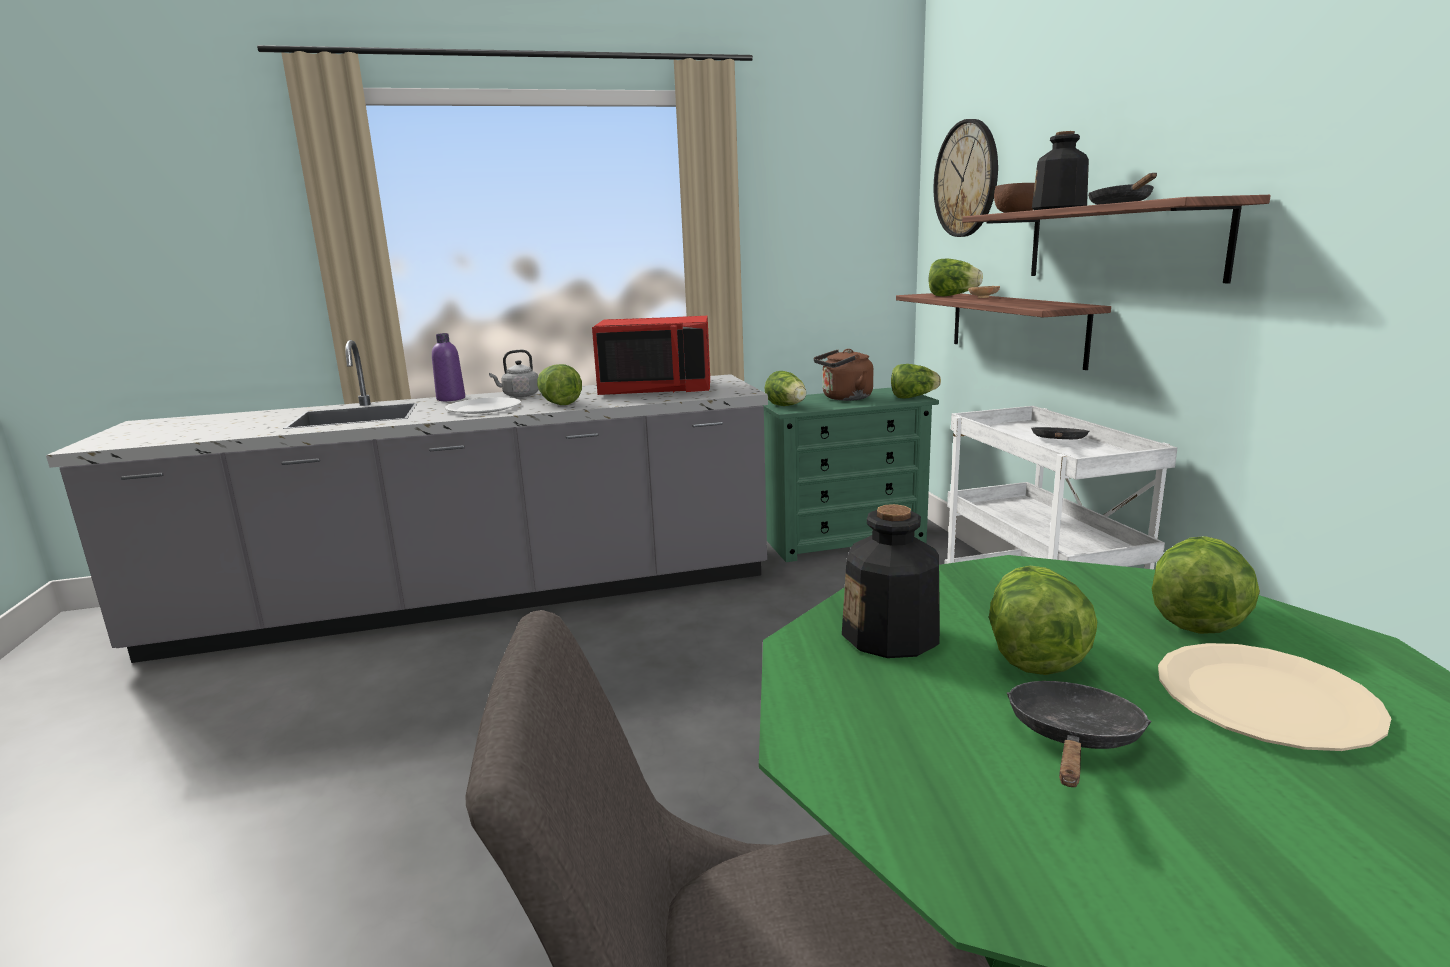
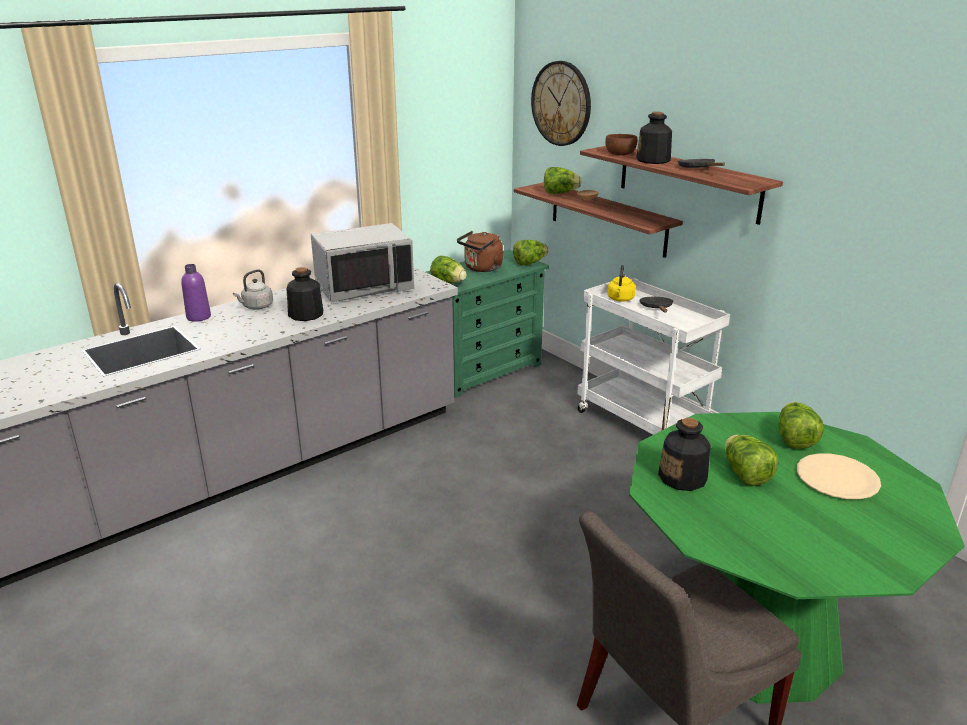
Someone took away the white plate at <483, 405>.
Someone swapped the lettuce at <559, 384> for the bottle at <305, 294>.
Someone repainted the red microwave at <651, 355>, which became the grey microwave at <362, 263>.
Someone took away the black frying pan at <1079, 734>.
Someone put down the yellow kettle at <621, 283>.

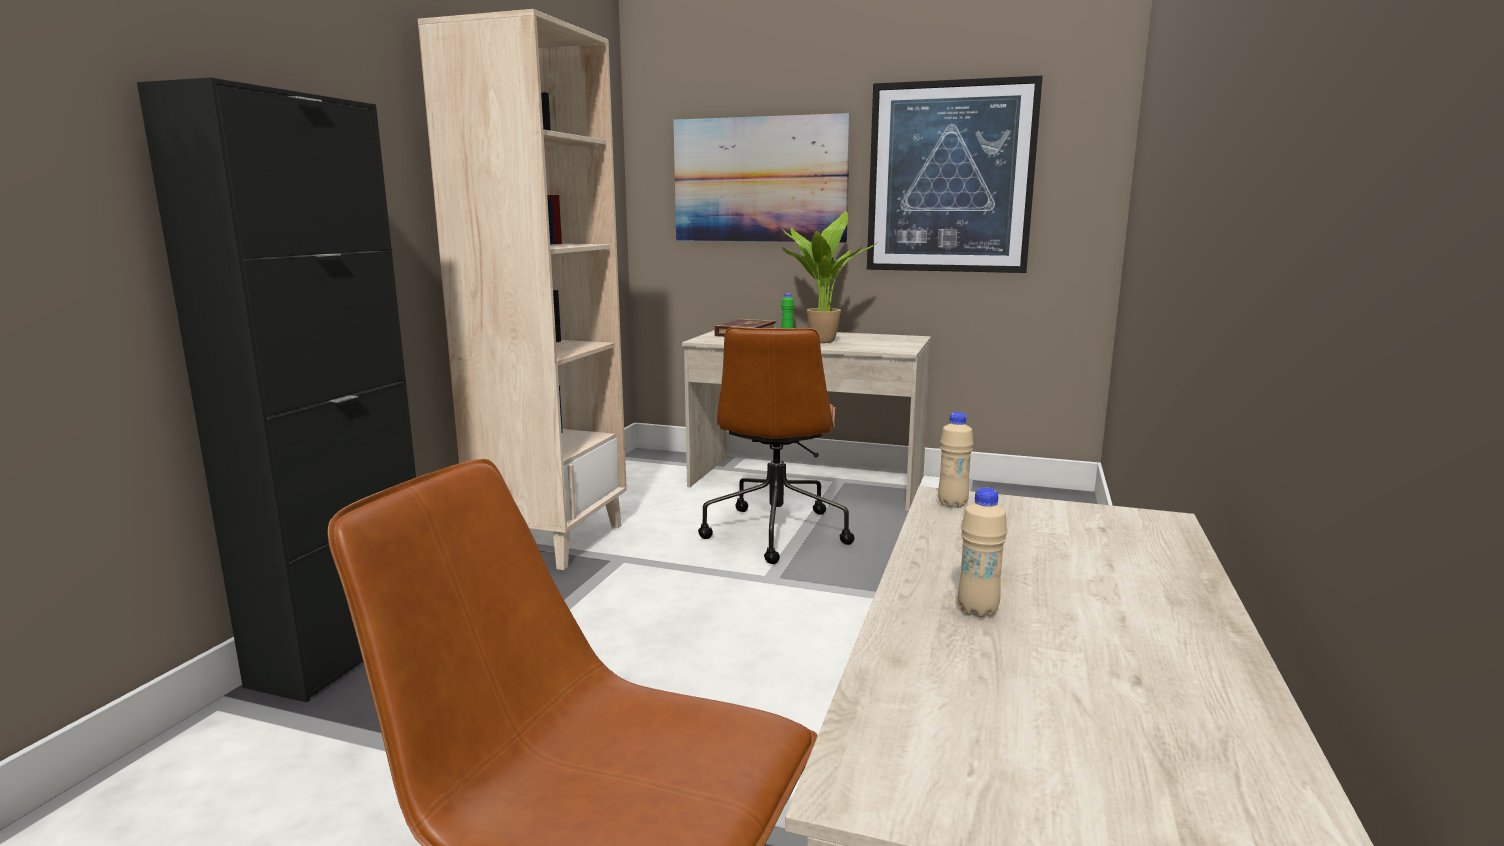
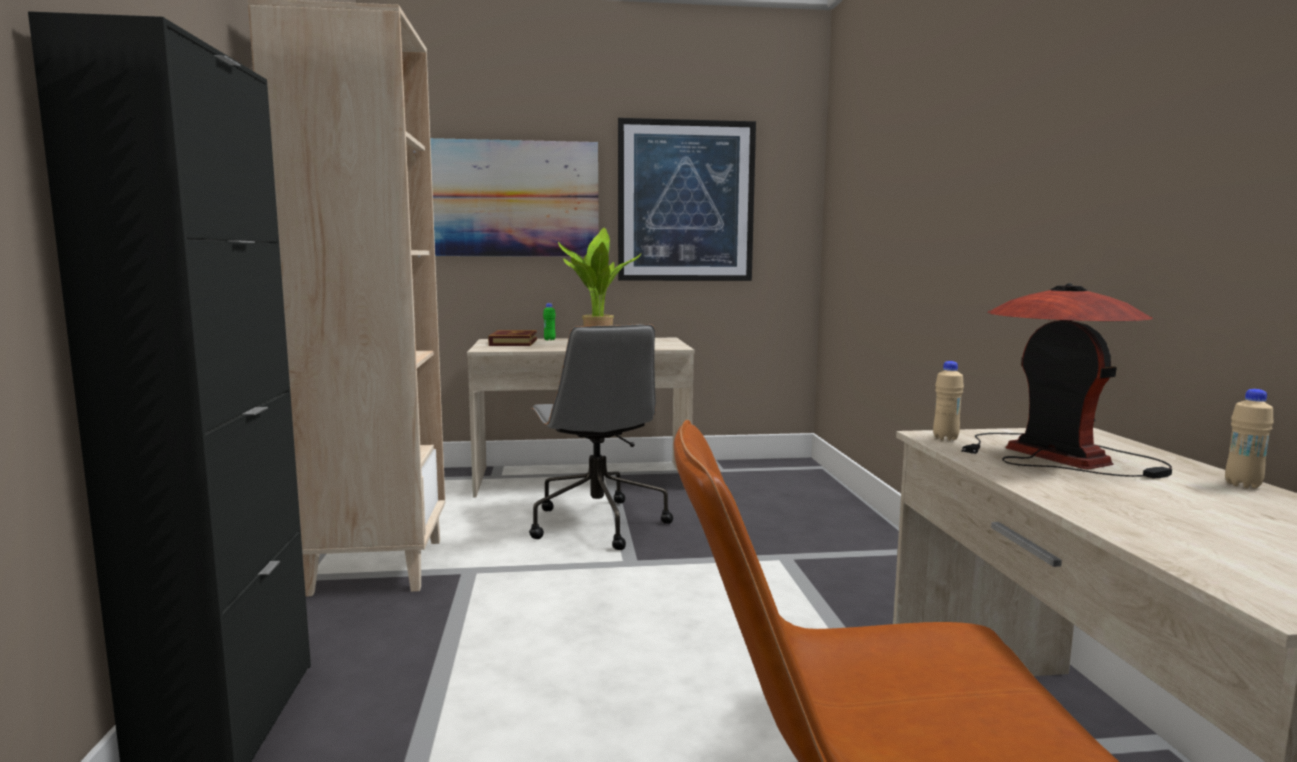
Someone repainted the brown office chair at <776, 445>, which became the grey office chair at <601, 437>.
Someone carried the beige bottle from <982, 552> to <1249, 438>.
Someone put down the table lamp at <1066, 380>.

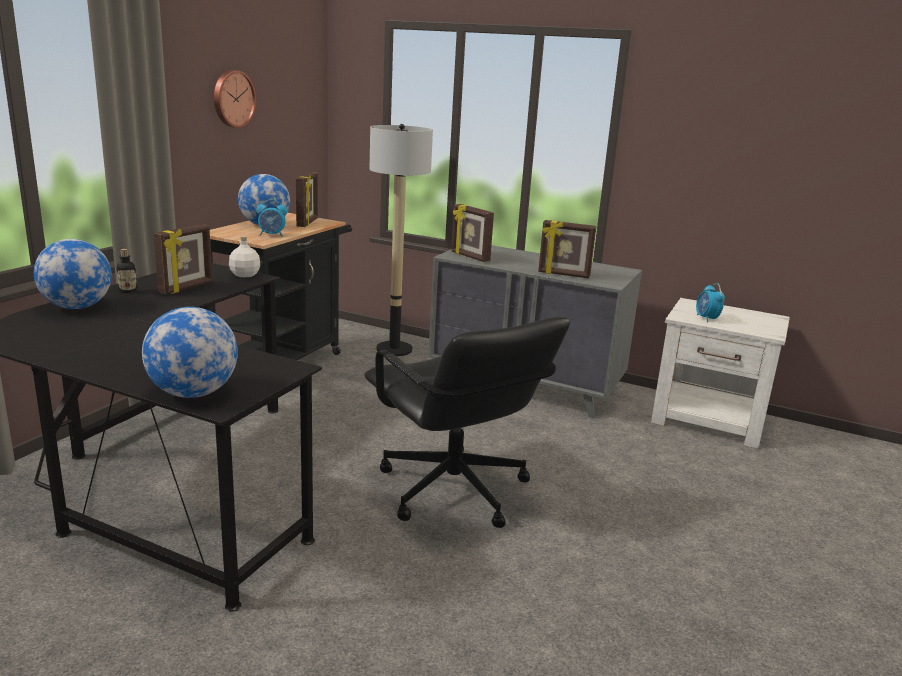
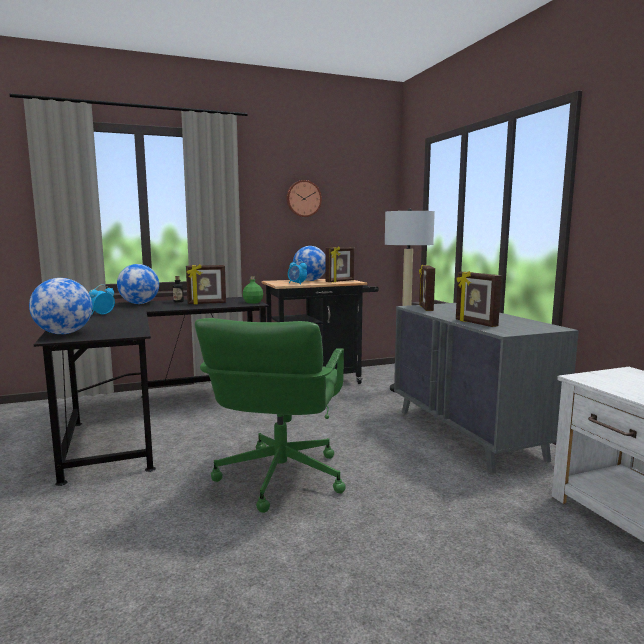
Someone repainted the white bottle at <244, 256>, which became the green bottle at <253, 290>.
Someone repainted the black office chair at <467, 422>, which became the green office chair at <270, 415>.
Someone carried the alarm clock from <710, 302> to <102, 299>.

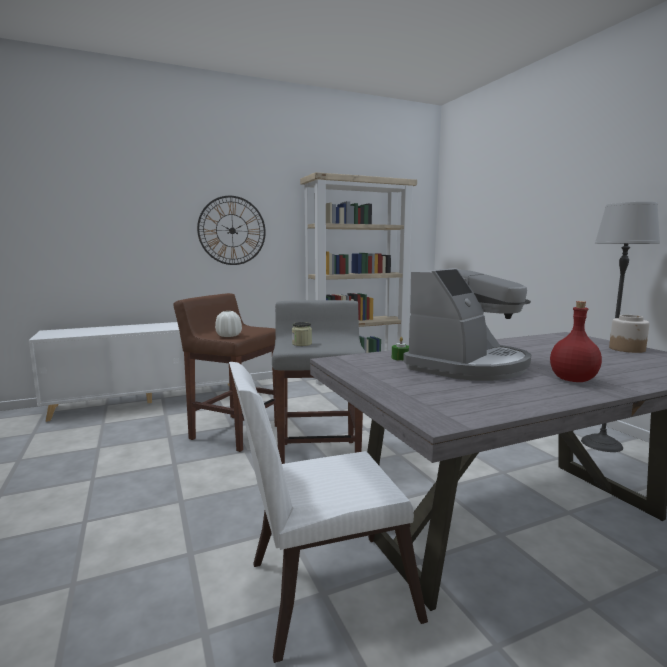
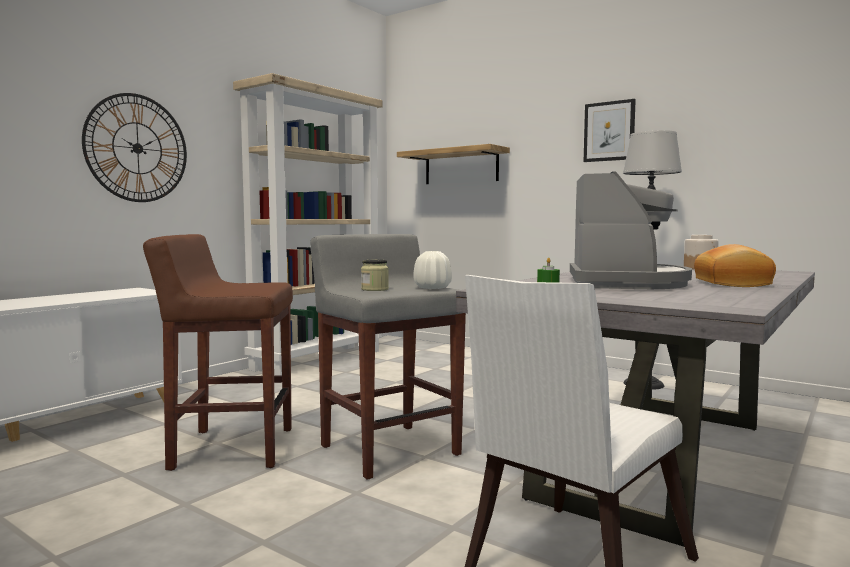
Someone carried the white vase from <228, 324> to <432, 270>.
Someone swapped the red bottle at <576, 341> for the bread at <735, 265>.
Someone put up the shelf at <453, 164>.
Someone put up the picture at <610, 130>.

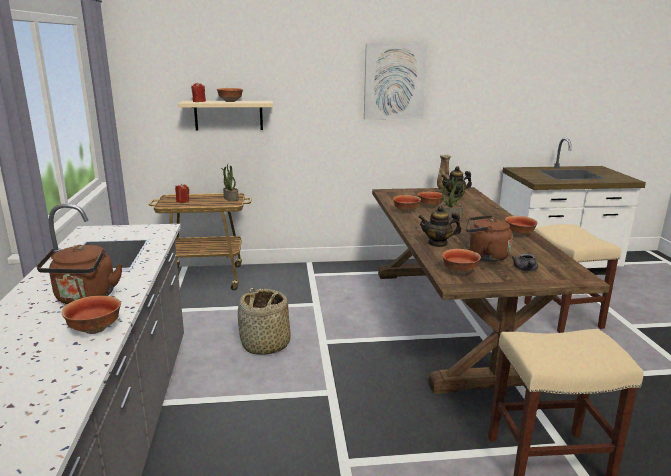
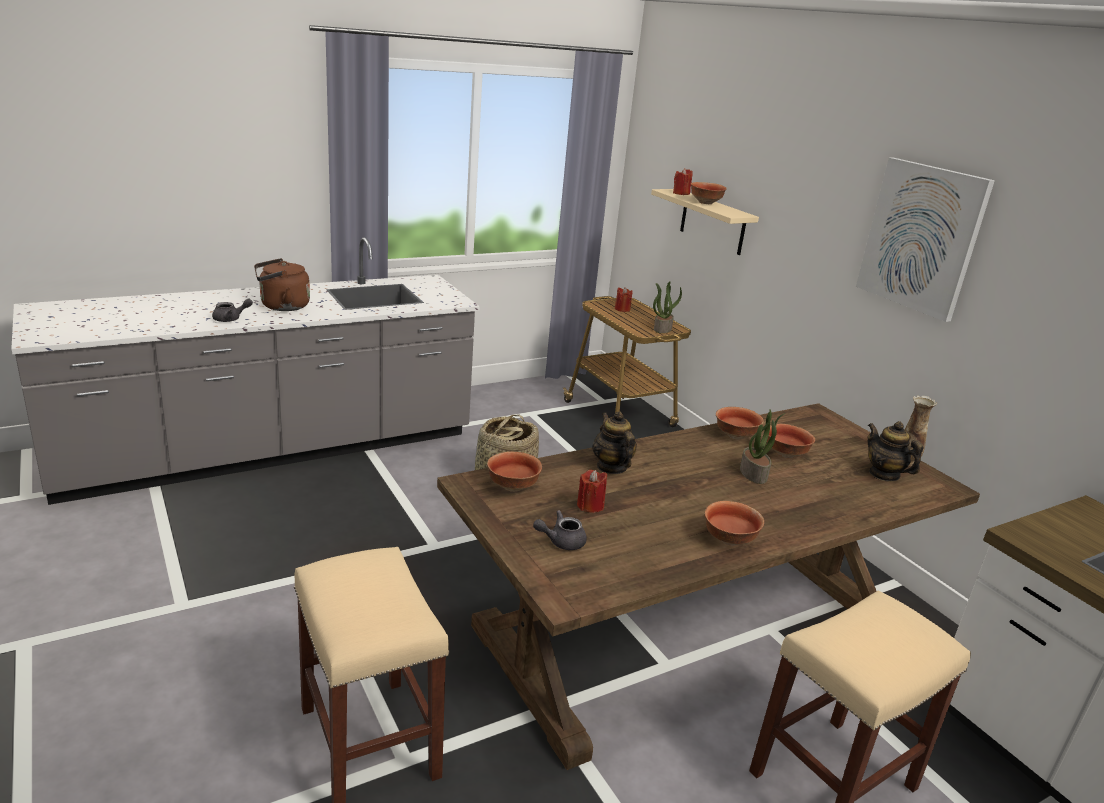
Someone swapped the bowl at <91, 315> for the grey teapot at <232, 310>.
Someone swapped the brown kettle at <489, 238> for the red candle at <592, 491>.

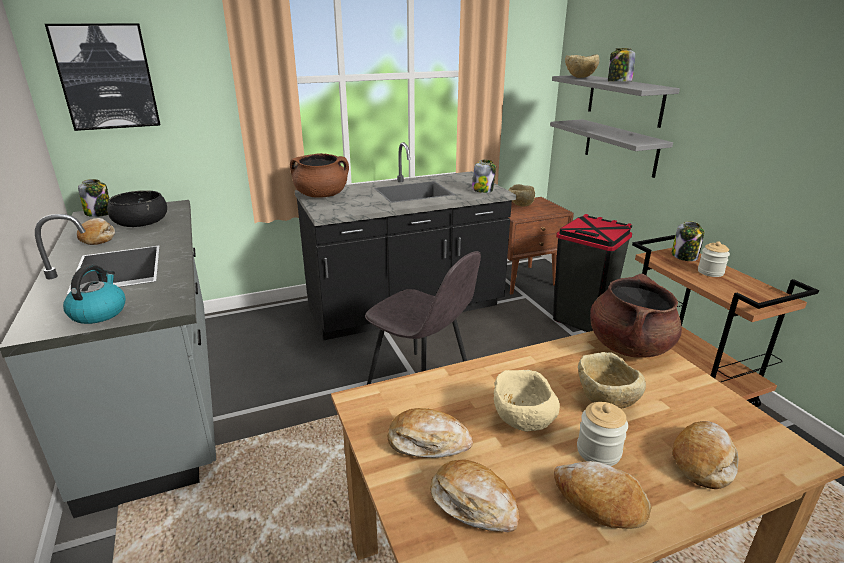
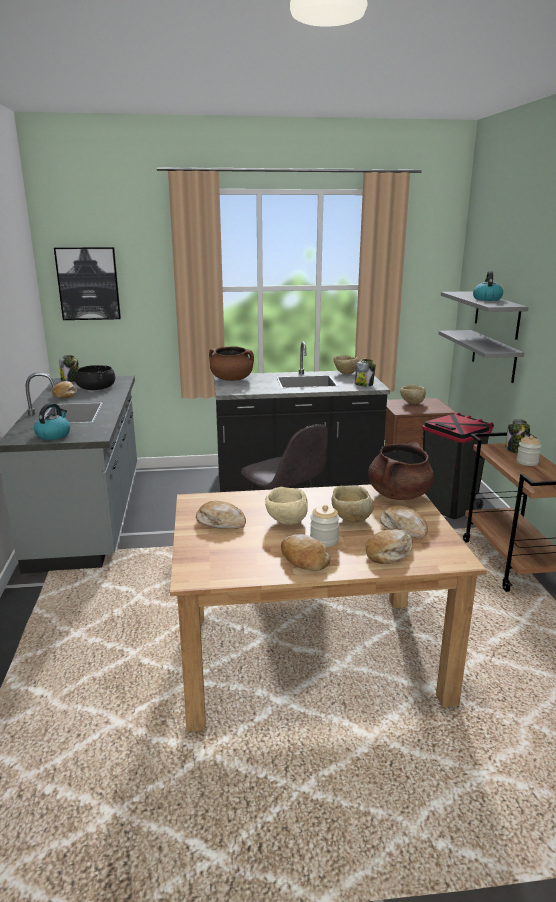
Someone carried the bread from <475, 496> to <404, 522>.
Someone carried the beige bowl from <582, 66> to <346, 364>.
Someone swapped the jar at <621, 65> for the kettle at <488, 286>.

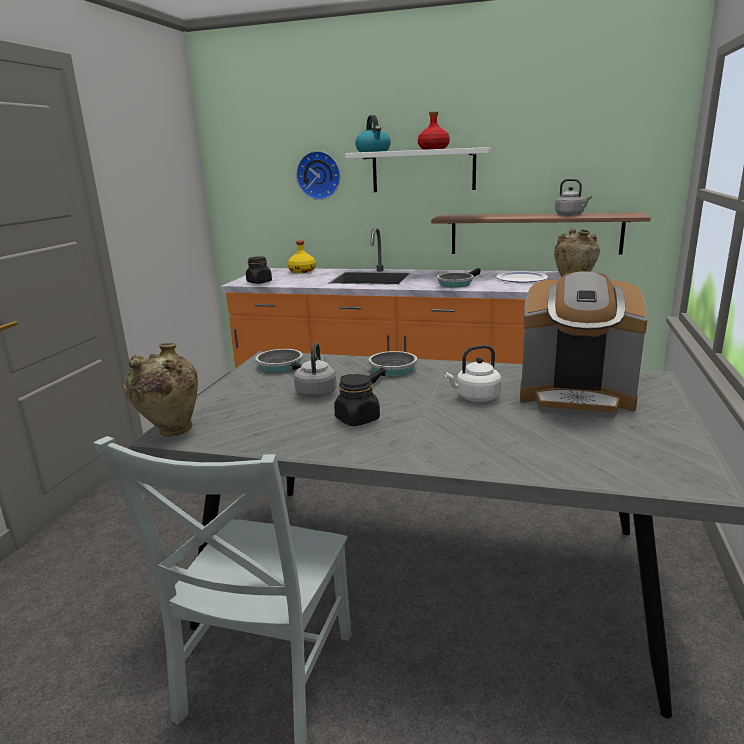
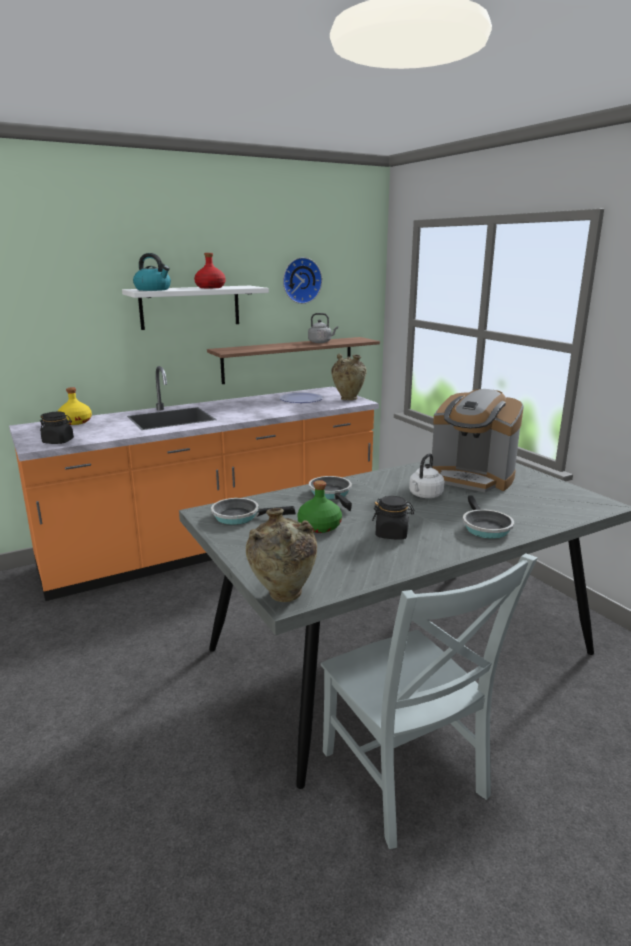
Someone swapped the grey kettle at <315, 370> for the green bottle at <319, 506>.
Someone carried the wall clock from <318, 175> to <302, 280>.
Someone carried the frying pan from <459, 278> to <488, 517>.
Someone rotated the coffee machine at <583, 345> by 60 degrees clockwise.

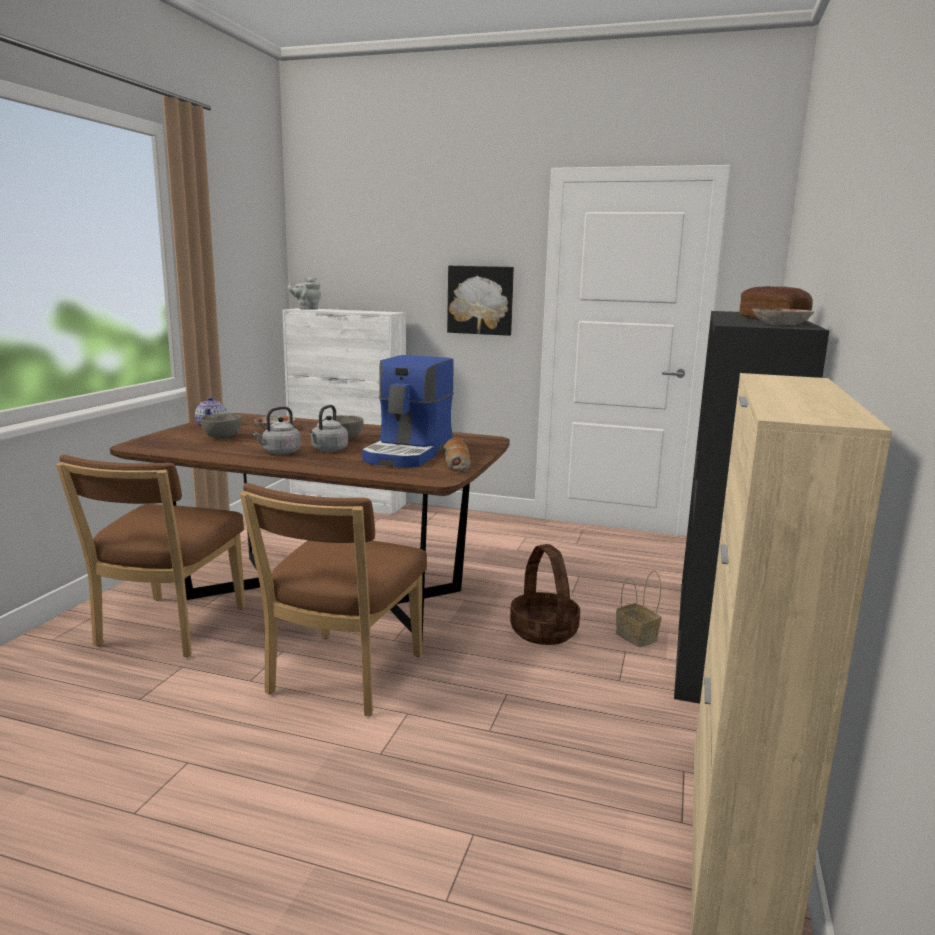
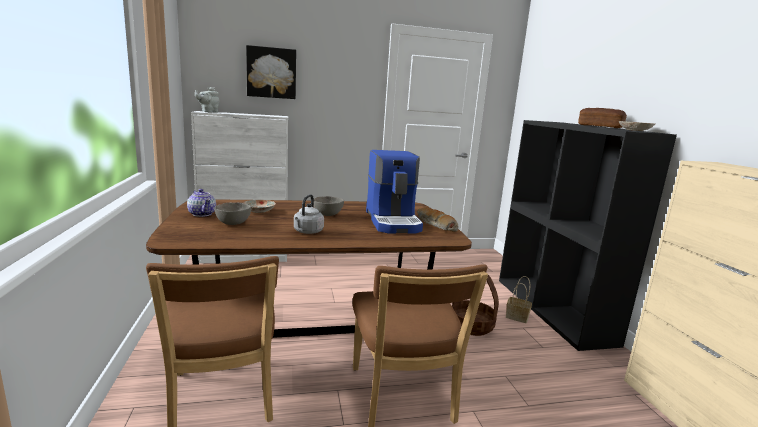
Someone took away the grey kettle at <328, 428>.
Someone carried the picture from <480, 301> to <271, 72>.

